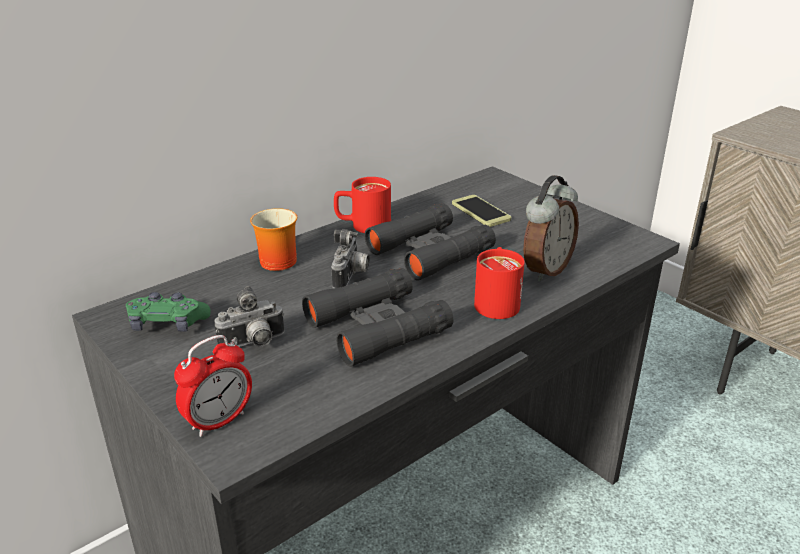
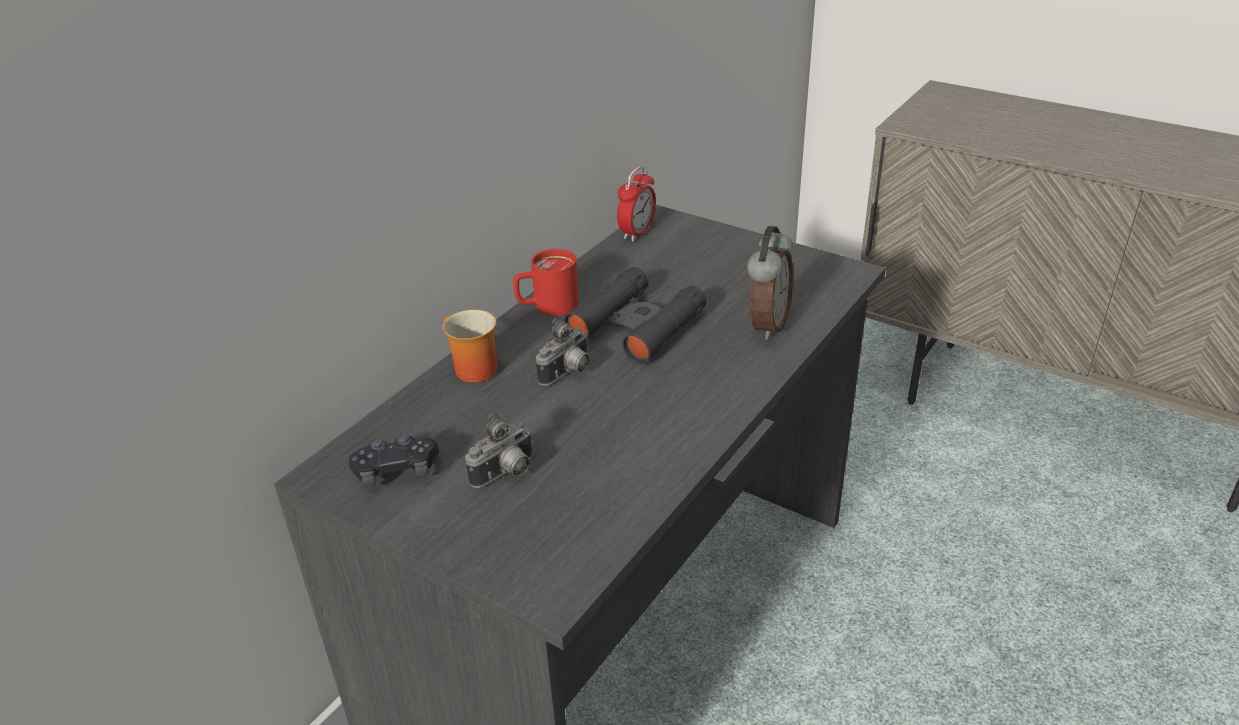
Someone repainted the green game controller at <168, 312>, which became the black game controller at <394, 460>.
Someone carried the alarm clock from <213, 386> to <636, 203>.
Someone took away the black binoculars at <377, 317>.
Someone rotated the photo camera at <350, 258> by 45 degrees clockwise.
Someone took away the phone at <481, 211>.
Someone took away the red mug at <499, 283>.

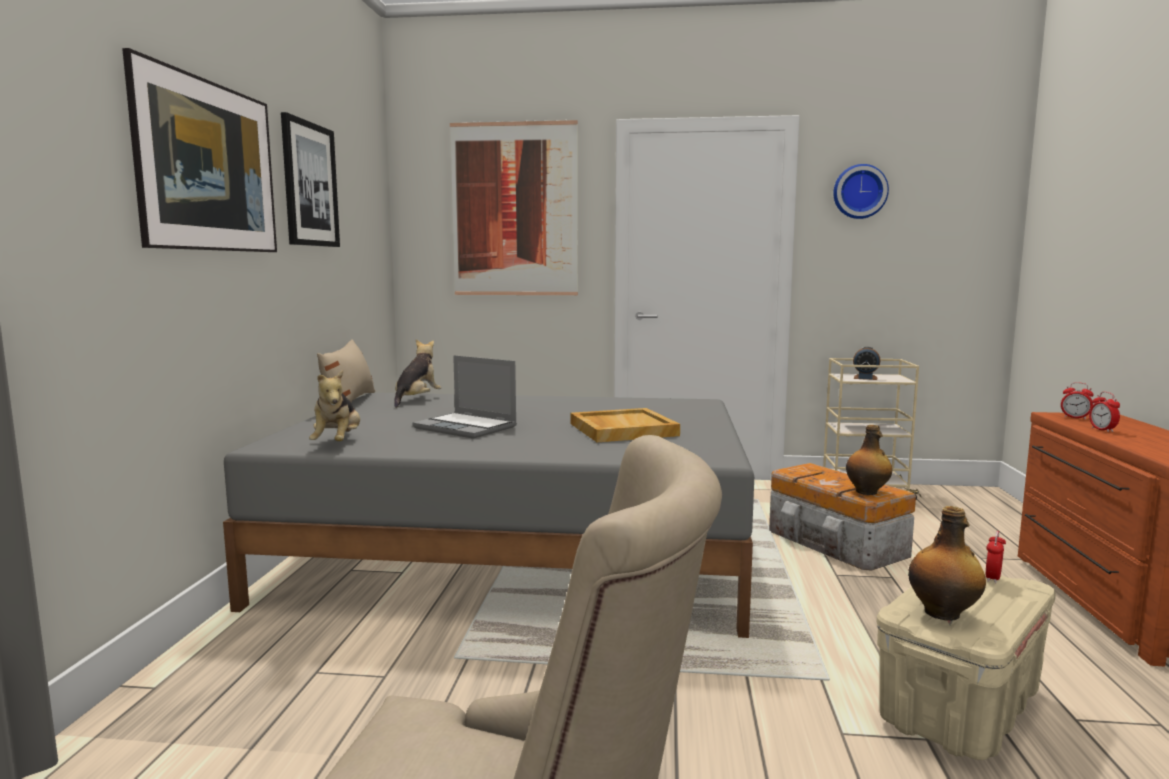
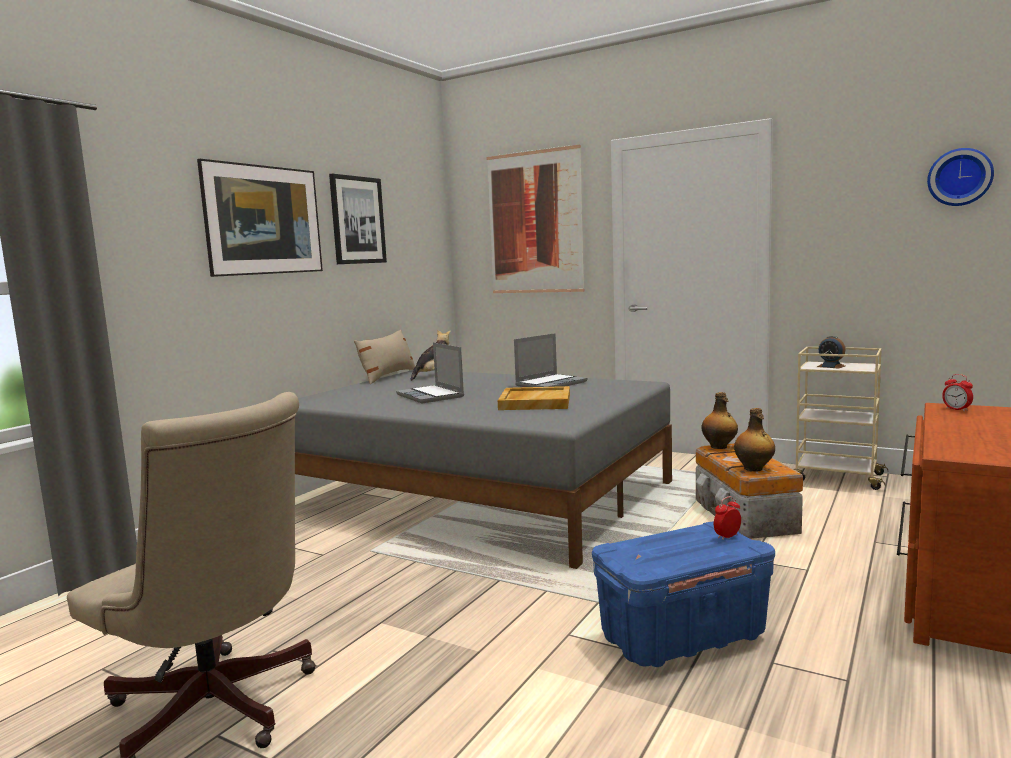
Someone took away the plush toy at <334, 405>.
Someone carried the wall clock from <861, 191> to <960, 177>.
Someone repainted the beige storage box at <966, 665>, which became the blue storage box at <683, 594>.
Someone carried the bottle from <947, 563> to <720, 420>.
Someone took away the alarm clock at <1104, 412>.
Someone put down the laptop at <550, 360>.

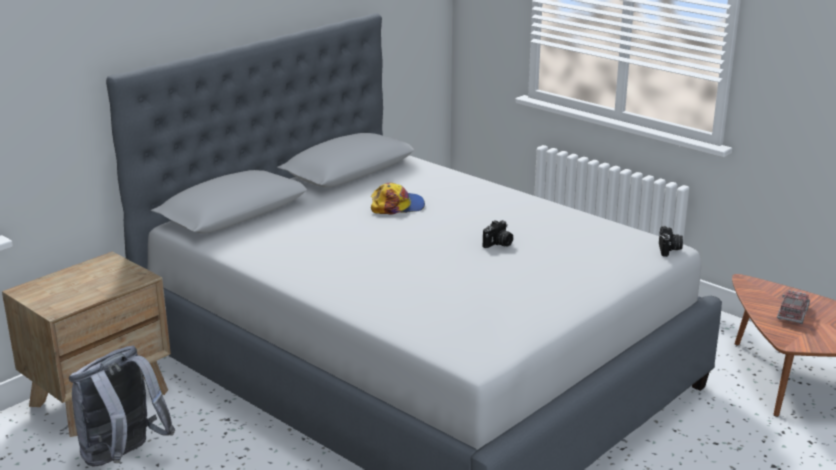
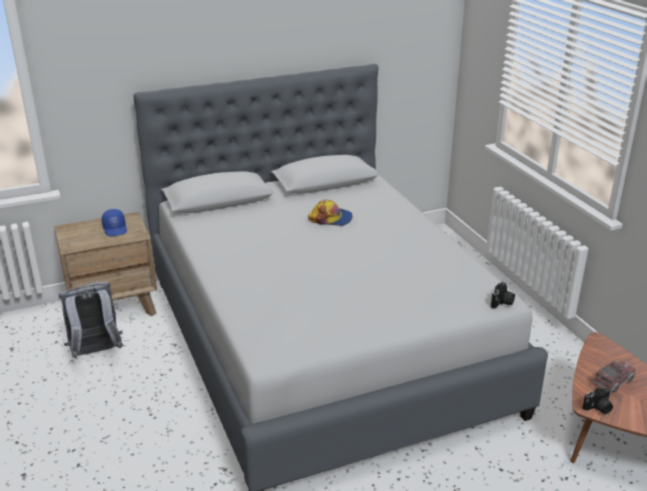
Someone carried the photo camera from <497, 234> to <597, 400>.
Someone put down the blue cap at <114, 222>.

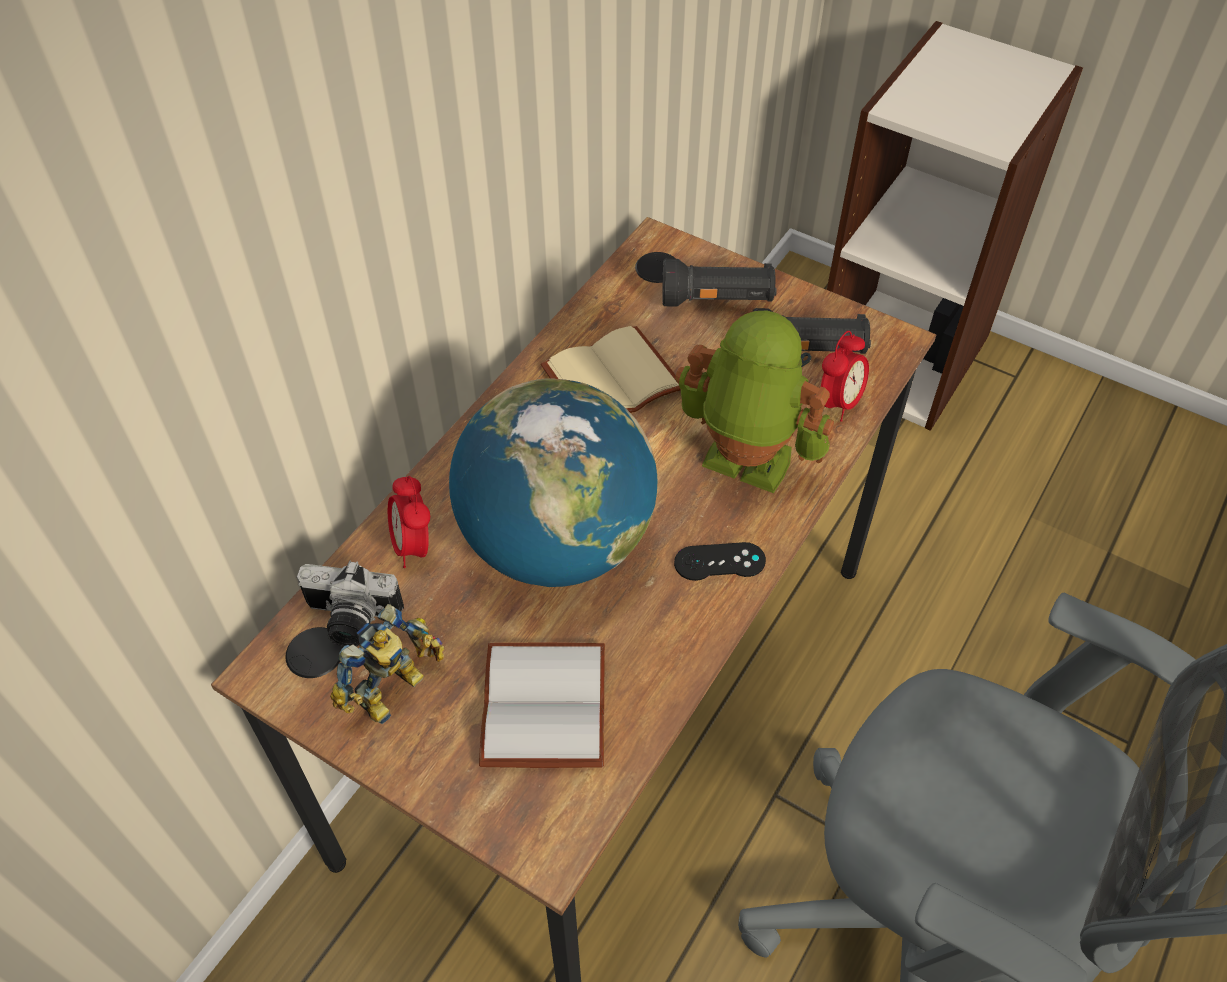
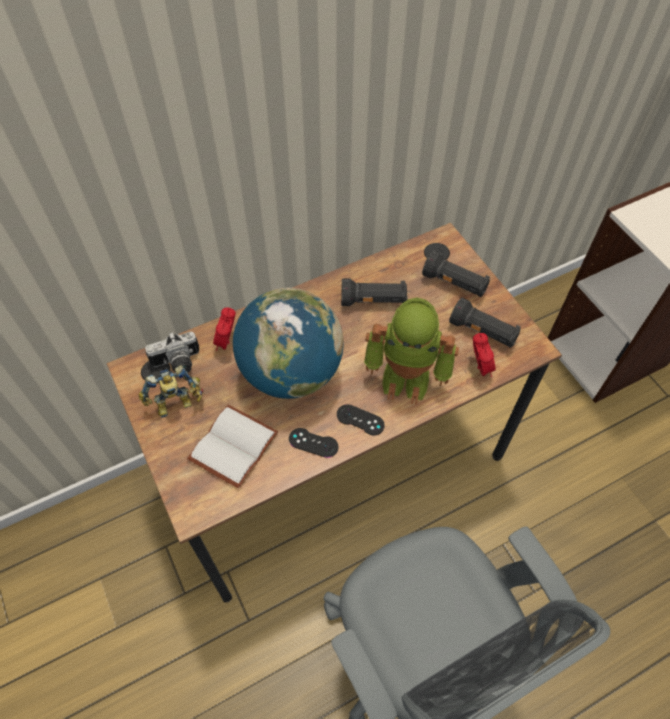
Someone rotated the photo camera at <350, 604> by 60 degrees counterclockwise.
Someone swapped the beige book at <611, 369> for the black flashlight at <374, 292>.
Someone rotated the toy robot at <754, 402> by 135 degrees clockwise.
Someone rotated the alarm clock at <845, 376> by 75 degrees counterclockwise.
Someone put down the black game controller at <313, 443>.

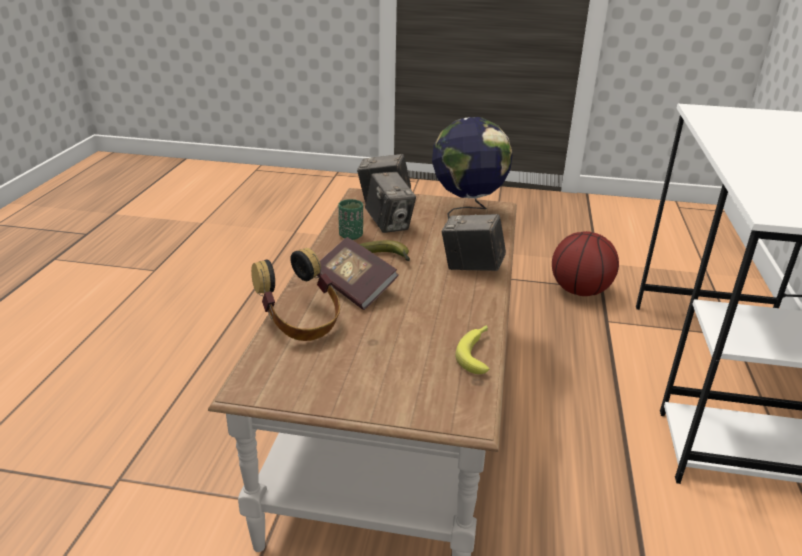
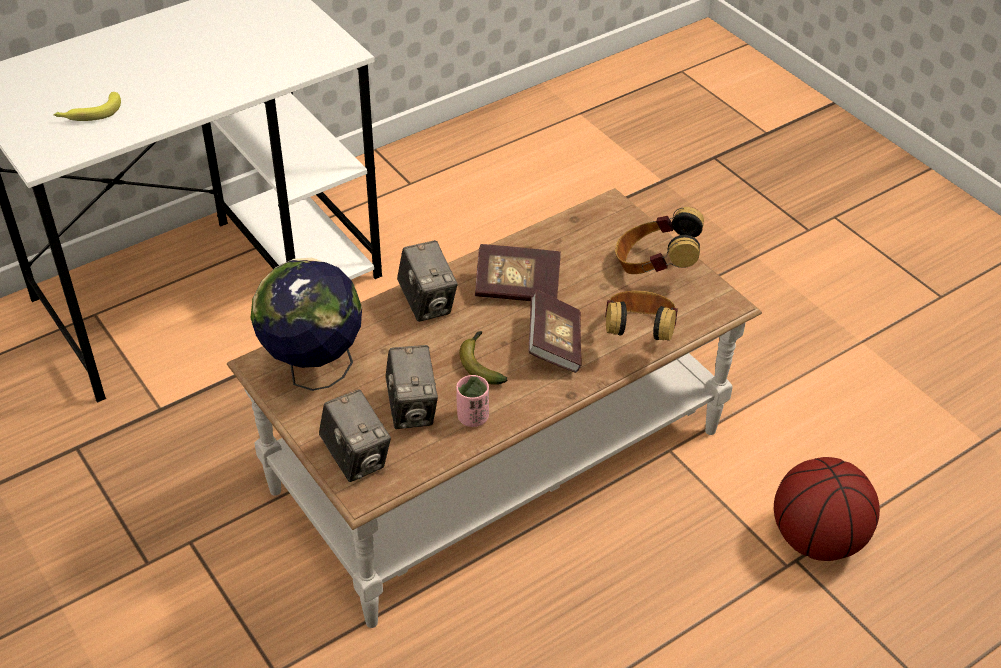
Someone repainted the green cup at <350, 219>, which became the pink cup at <472, 401>.
Someone rotated the photo camera at <390, 202> by 150 degrees clockwise.
Someone carried the banana from <472, 349> to <87, 106>.
Someone carried the basketball from <585, 263> to <827, 509>.
Someone put down the book at <518, 272>.
Someone put down the headphones at <659, 240>.

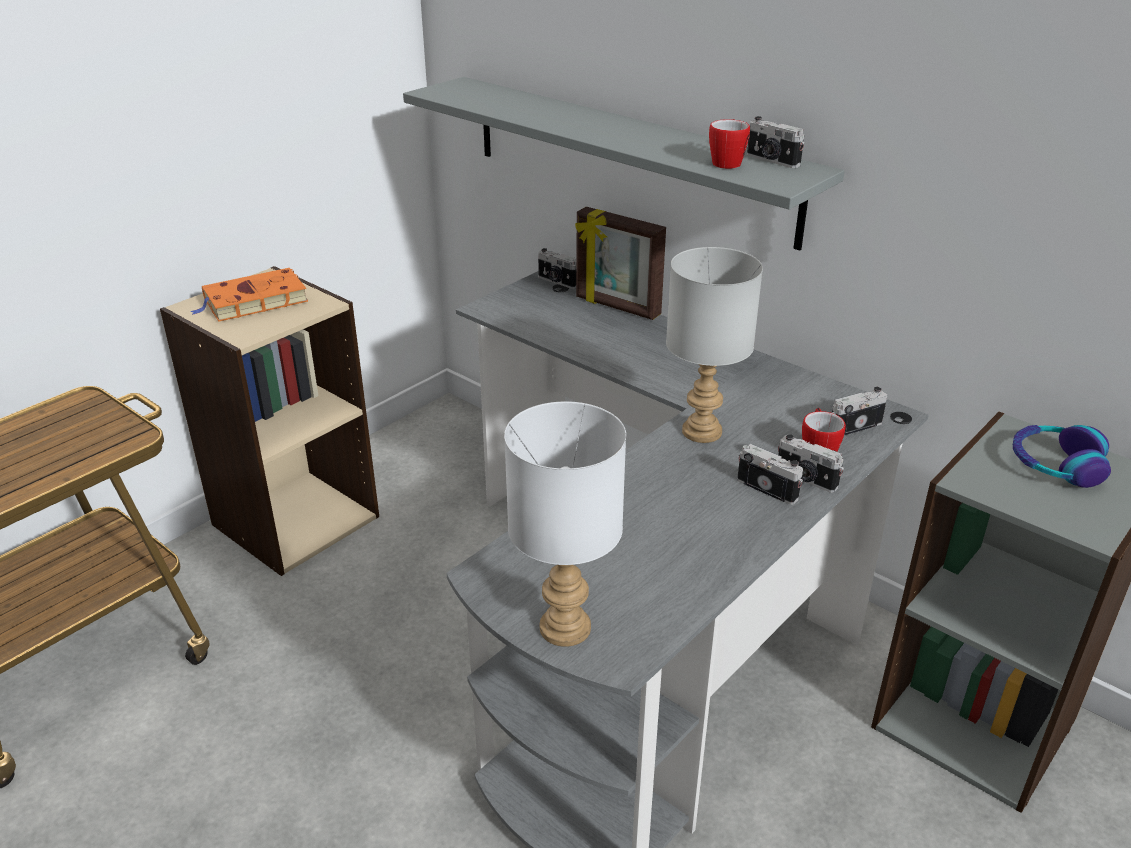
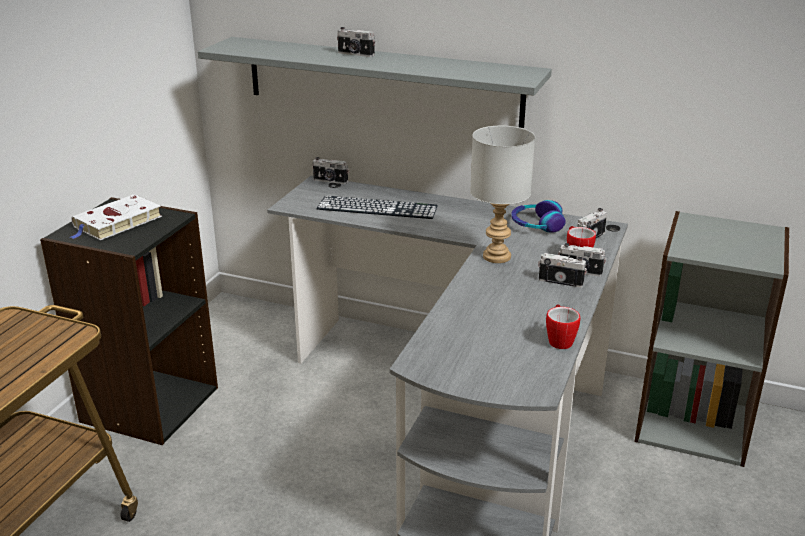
Someone repainted the beige bookcase at <269, 421>, which became the black bookcase at <129, 321>.
Someone repainted the orange book at <249, 295>, which became the white book at <116, 217>.
Someone took away the white table lamp at <565, 524>.
Someone took away the picture frame at <620, 263>.
Someone carried the mug from <729, 144> to <563, 326>.
Someone carried the photo camera from <775, 142> to <356, 42>.
Someone carried the headphones from <1062, 456> to <538, 216>.
Someone put down the keyboard at <377, 207>.

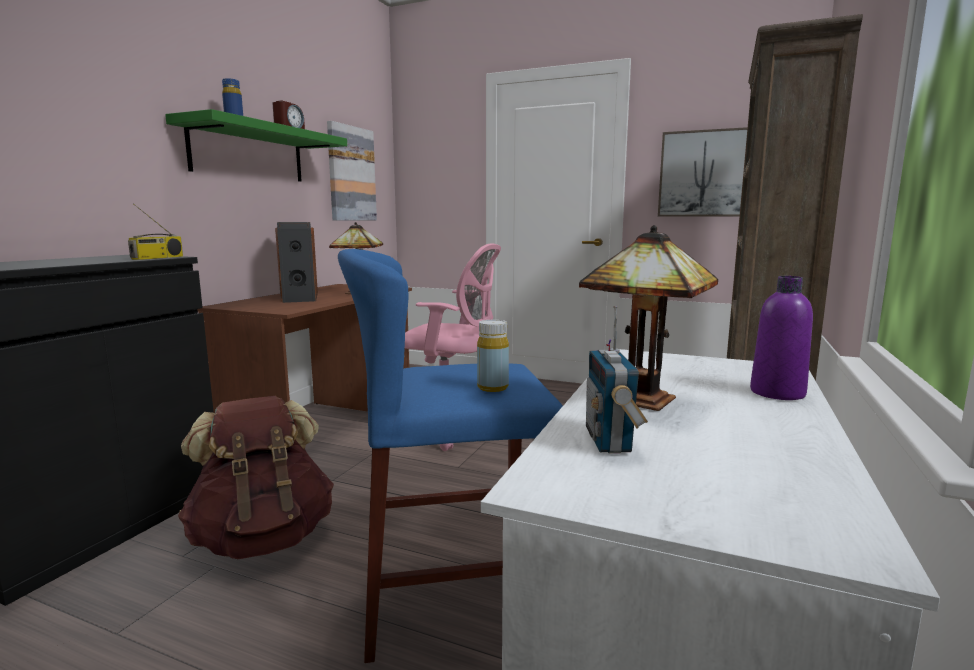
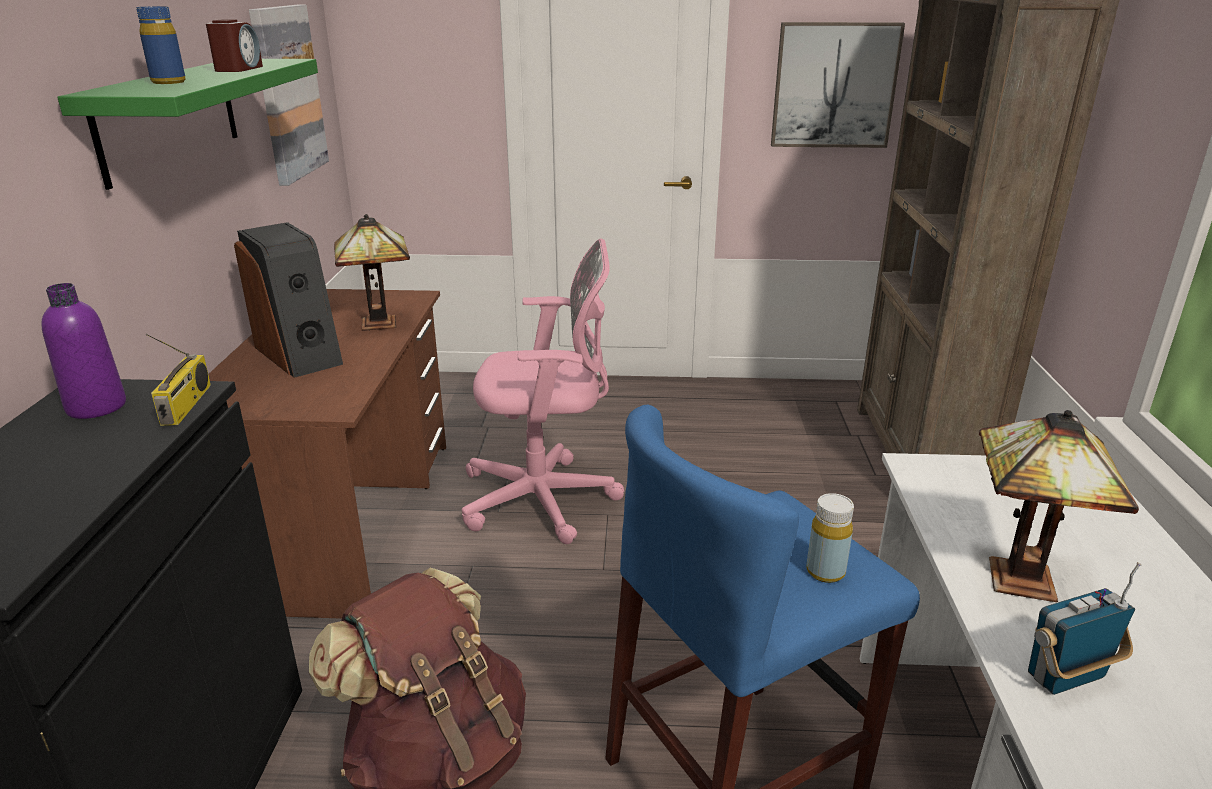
Someone rotated the radio at <617, 379> by 90 degrees clockwise.
Someone carried the purple bottle from <781, 338> to <83, 351>.

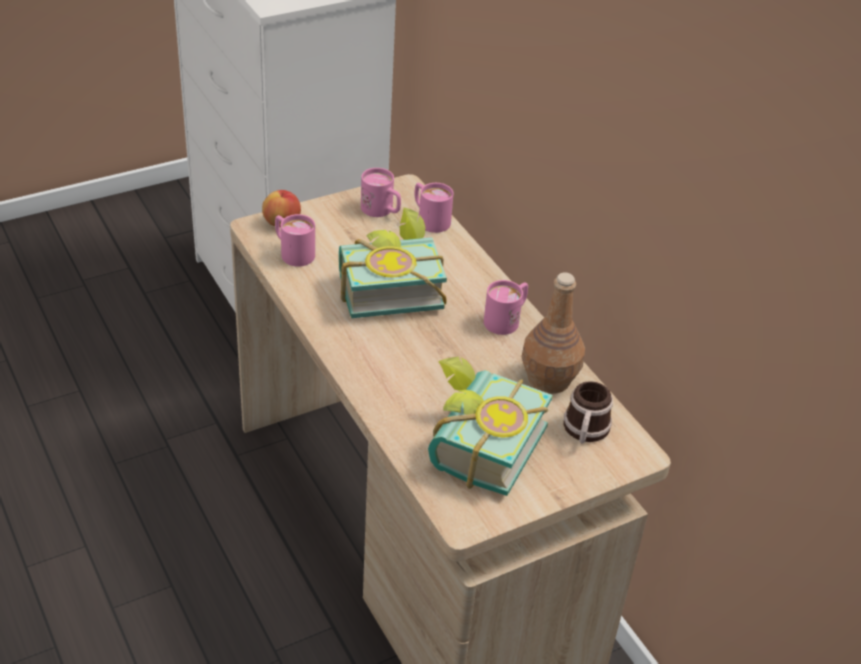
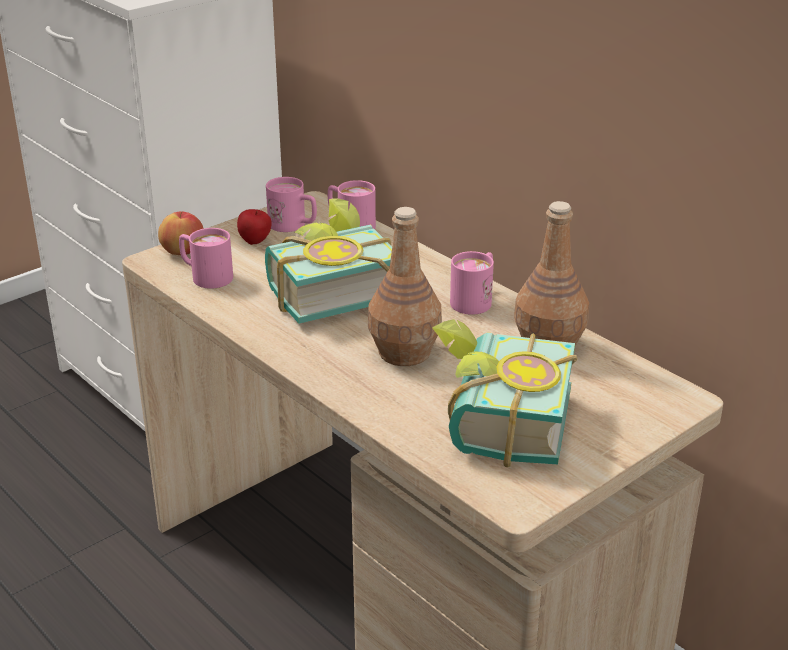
Someone took away the mug at <588, 412>.
Someone put down the apple at <254, 227>.
Someone put down the brown bottle at <405, 286>.

